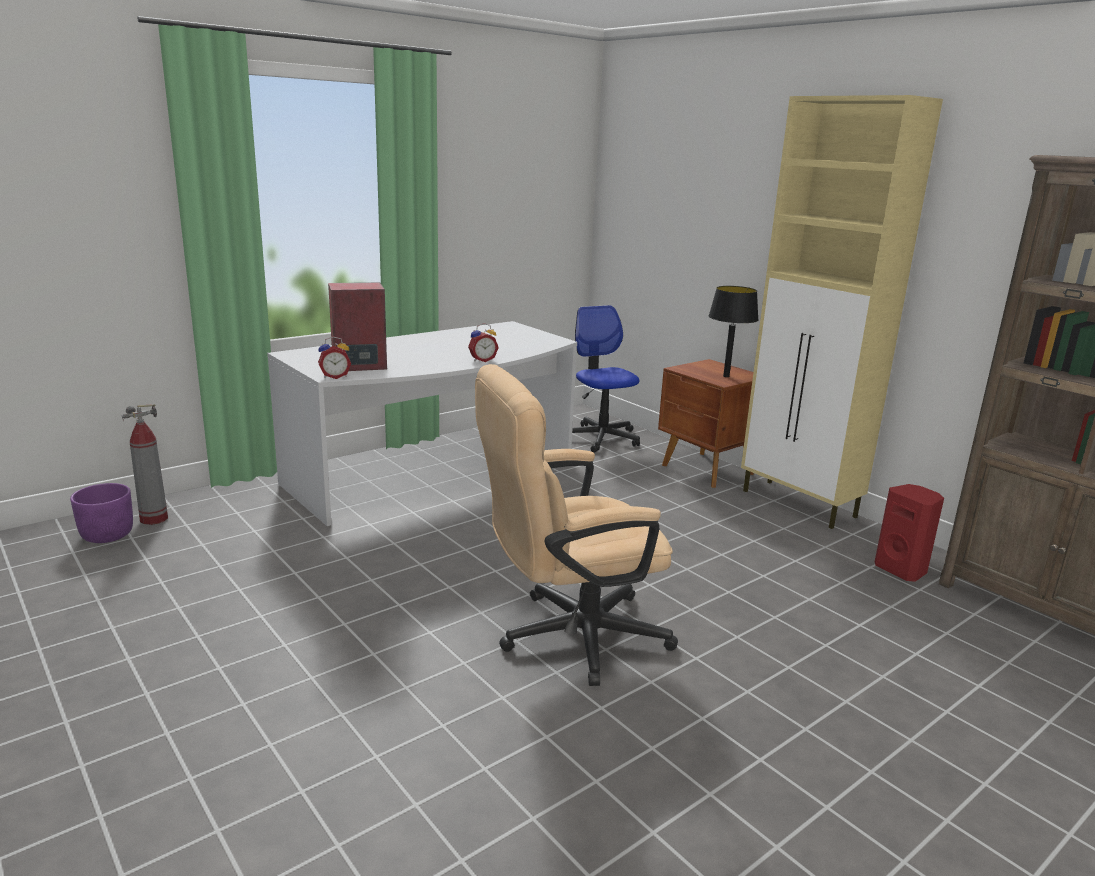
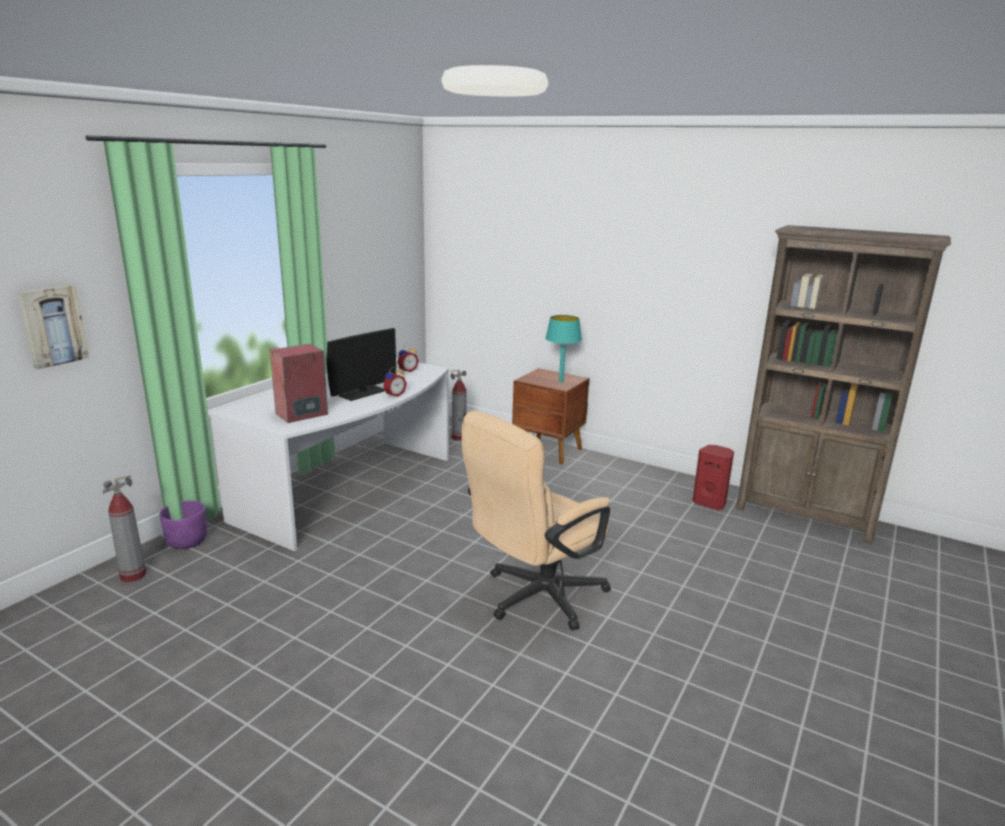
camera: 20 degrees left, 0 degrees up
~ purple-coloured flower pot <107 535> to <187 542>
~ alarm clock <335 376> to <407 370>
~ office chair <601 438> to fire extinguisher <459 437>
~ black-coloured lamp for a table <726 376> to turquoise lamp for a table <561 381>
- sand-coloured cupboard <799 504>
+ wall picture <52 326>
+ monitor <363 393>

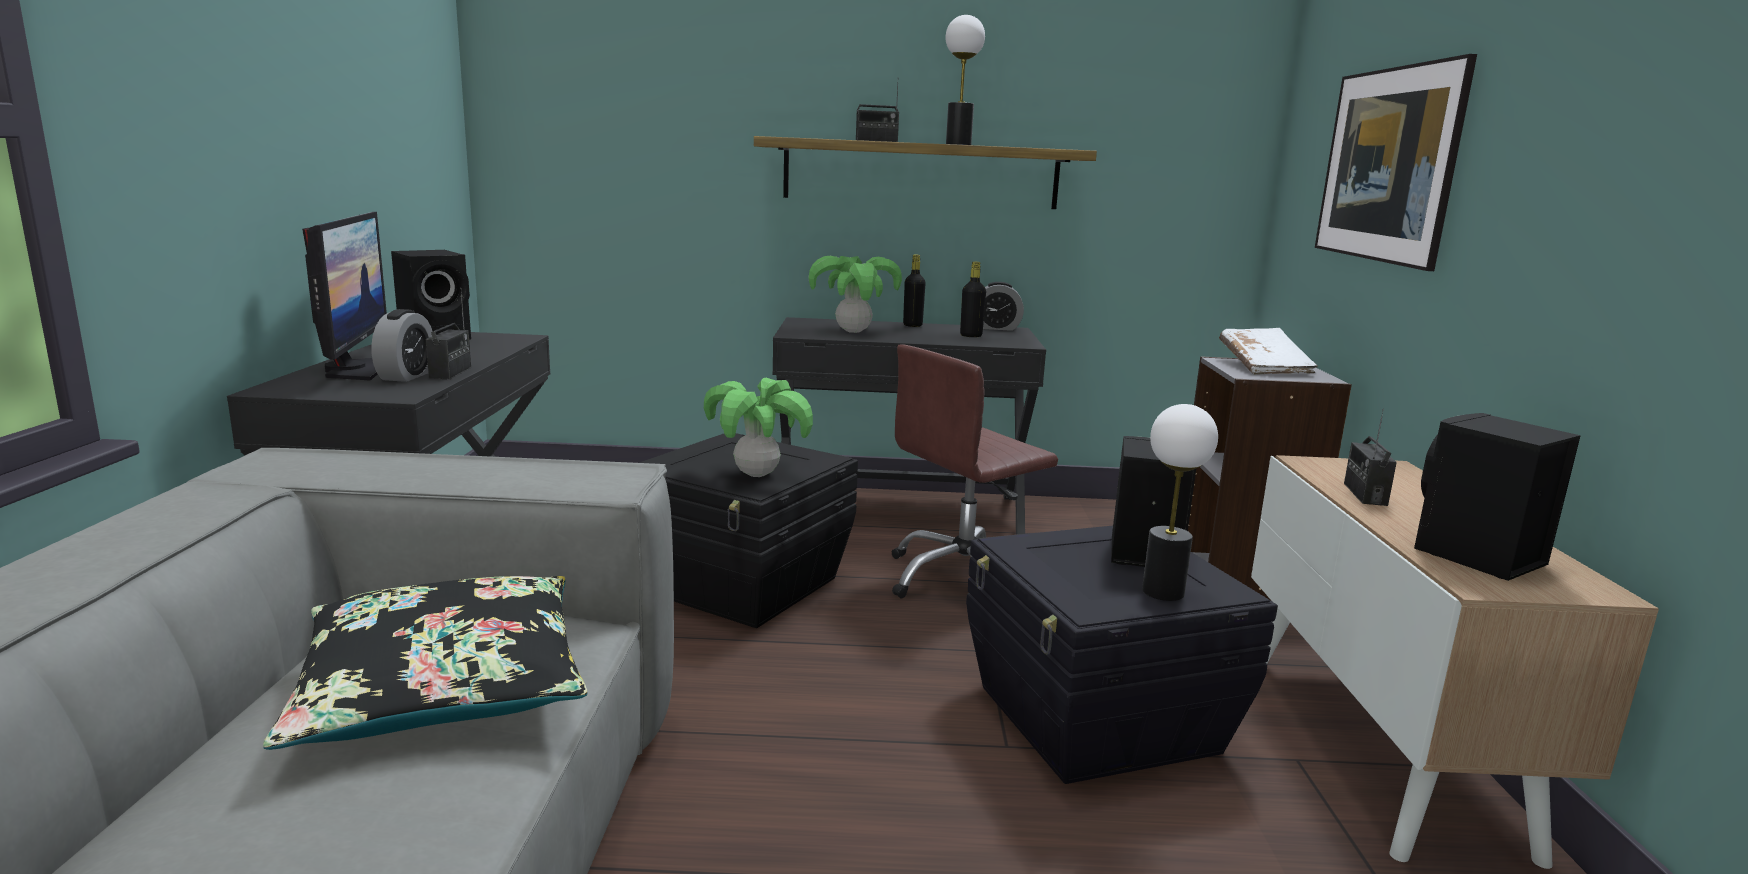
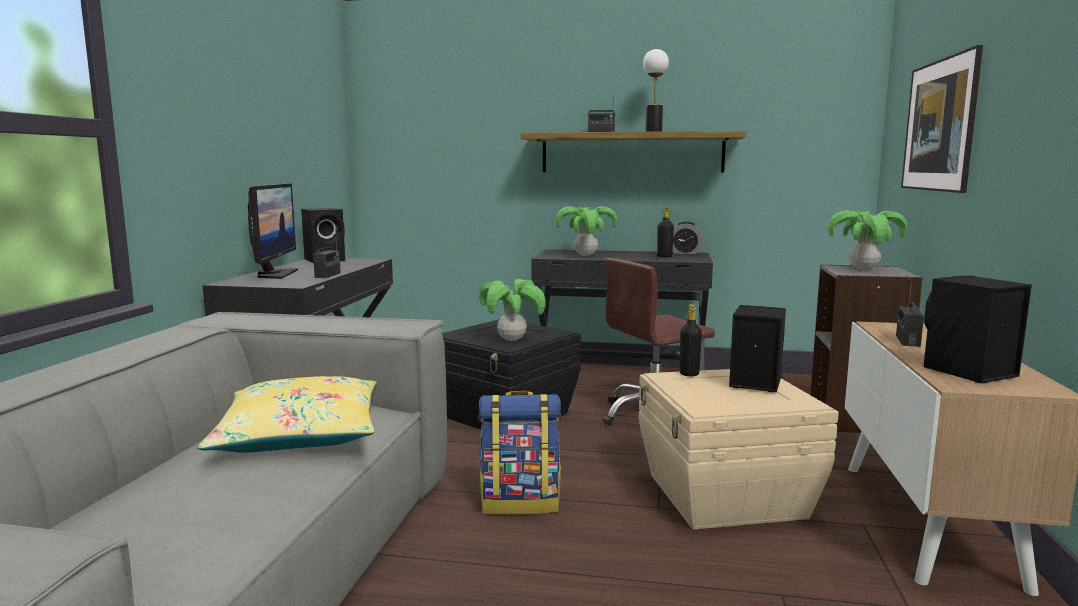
camera: 10 degrees right, 5 degrees down
~ black-coloured pillow <442 686> to yellow-coloured pillow <300 434>
- alarm clock <406 376>
~ black-coloured bottle <912 325> to <689 374>
~ black-coloured storage box <1096 720> to sand-coloured storage box <724 496>
- lamp for a table <1163 592>
~ whitish volume <1264 367> to potted plant <863 269>
+ rucksack <521 502>

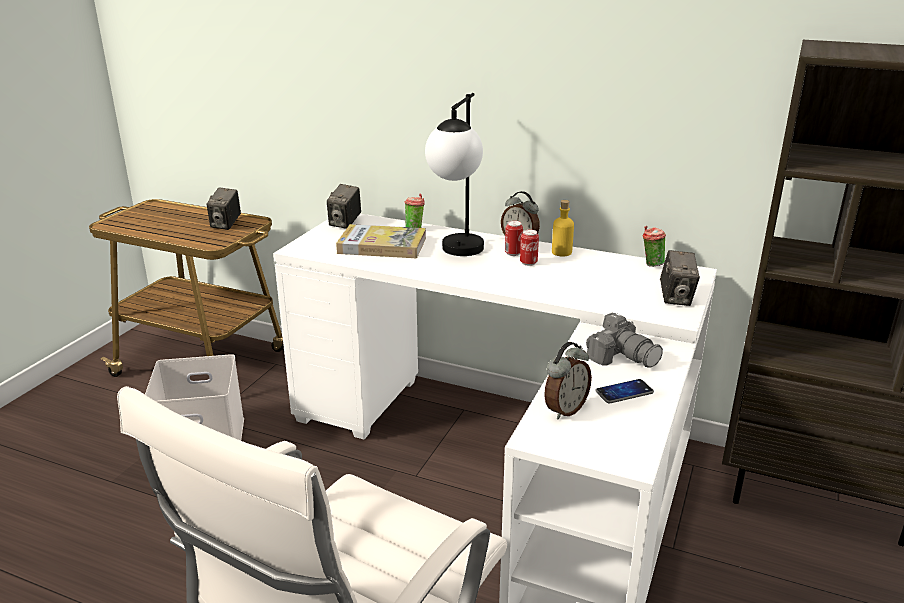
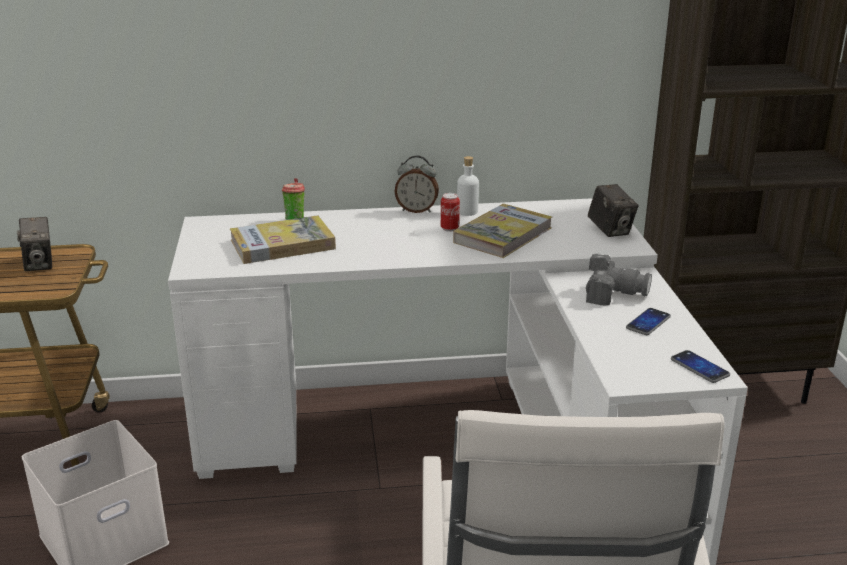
camera: 30 degrees left, 0 degrees up
- photo camera <345 223>
- lamp for a table <458 254>
- metal can <513 253>
- alarm clock <564 410>
~ yellow-coloured bottle <561 252> to whitish bottle <467 211>
- cup <651 264>
+ volume <503 235>
+ phone <699 367>

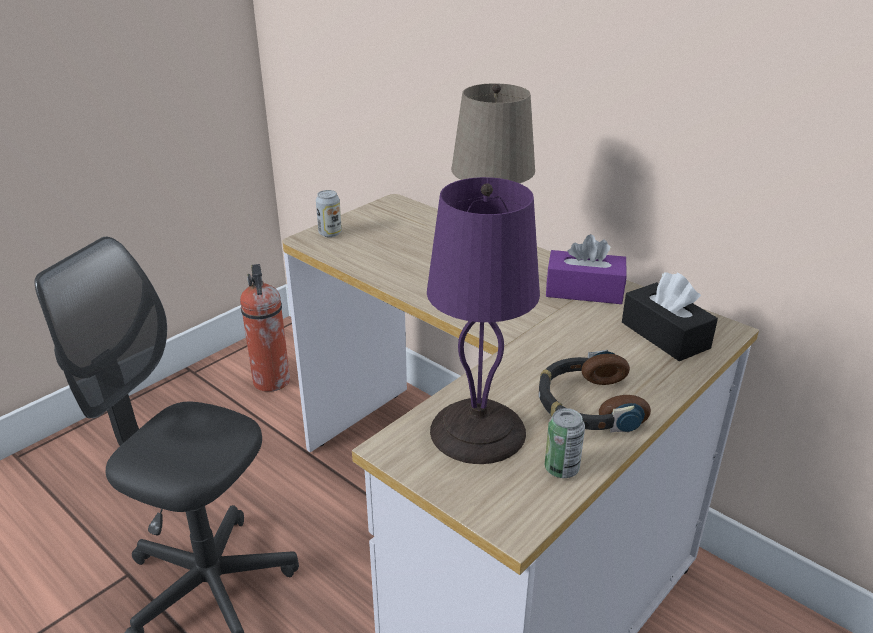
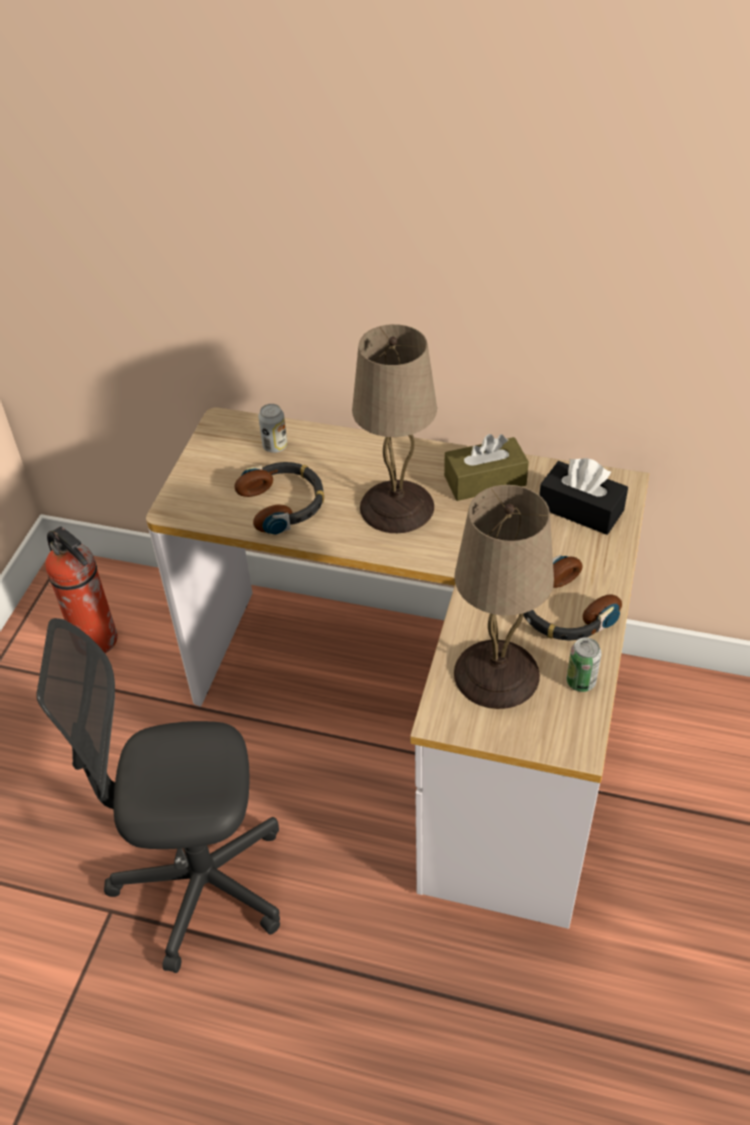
camera: 25 degrees left, 15 degrees up
~ metal can <330 233> to <275 446>
~ purple-coloured lamp for a table <480 431> to sand-coloured lamp for a table <498 673>
~ purple-coloured tissue holder <584 291> to brown tissue holder <485 480>
+ headset <284 503>

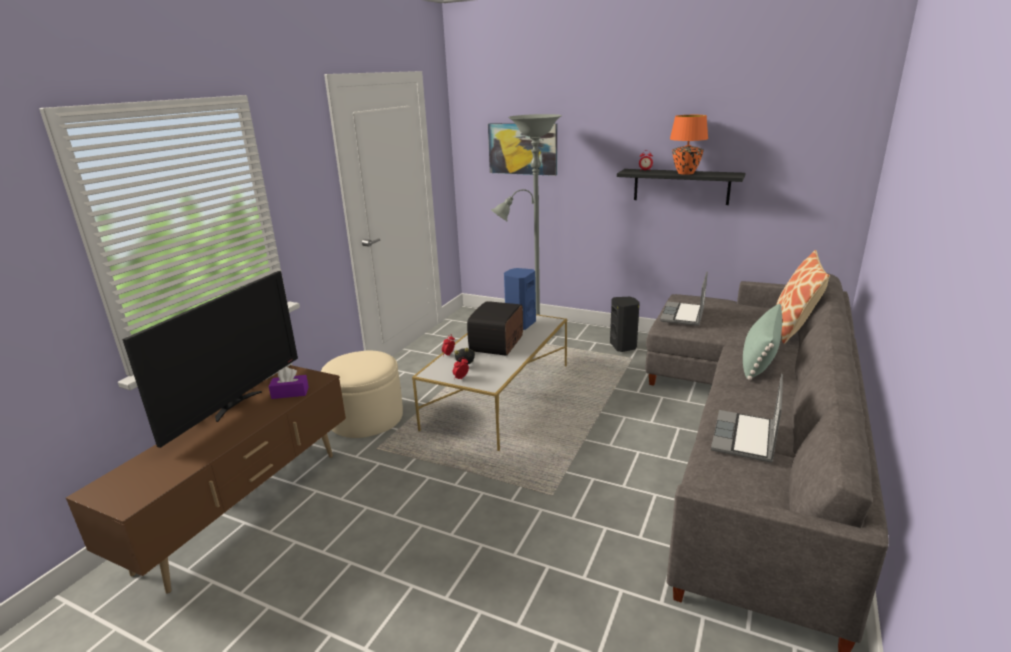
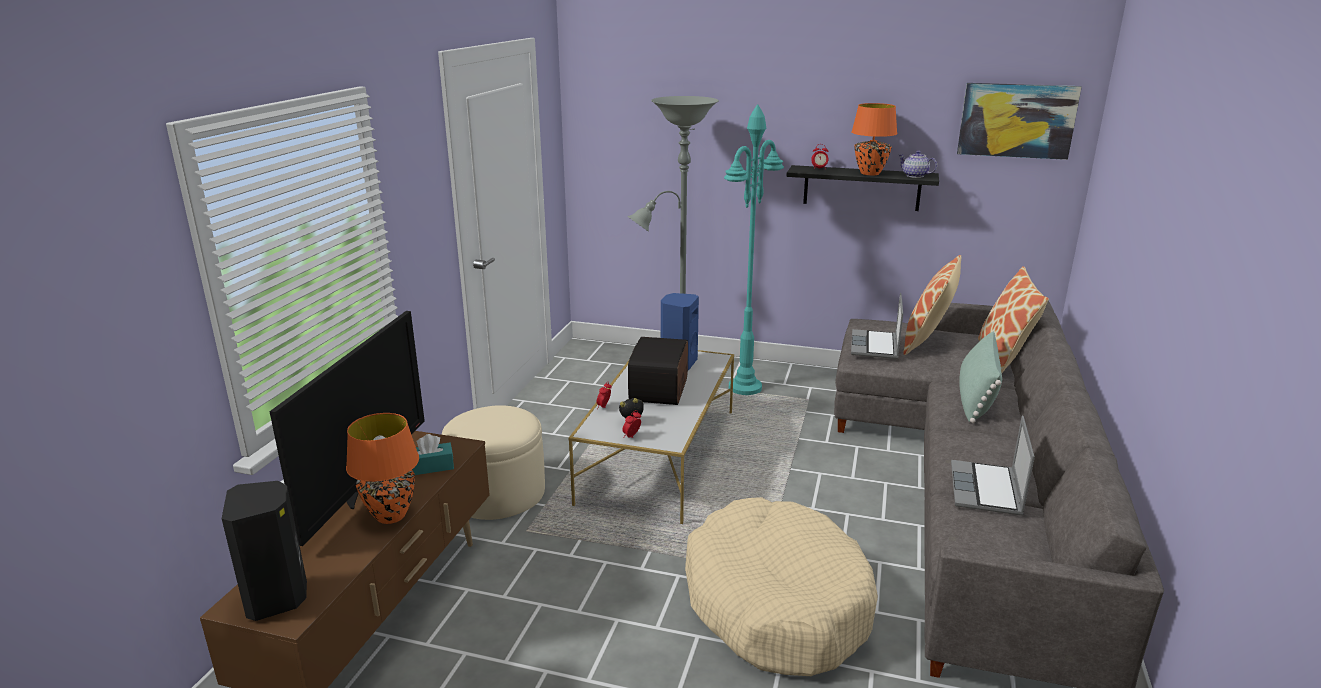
camera: 10 degrees left, 0 degrees up
~ purple-coloured tissue holder <290 393> to turquoise tissue holder <431 467>
~ wall picture <523 148> to <1016 120>
~ black-coloured loudspeaker <624 346> to <278 598>
+ orange lamp for a table <391 515>
+ sand-coloured dog bed <776 603>
+ turquoise standing lamp <745 388>
+ teapot <915 176>
+ pillow <927 341>

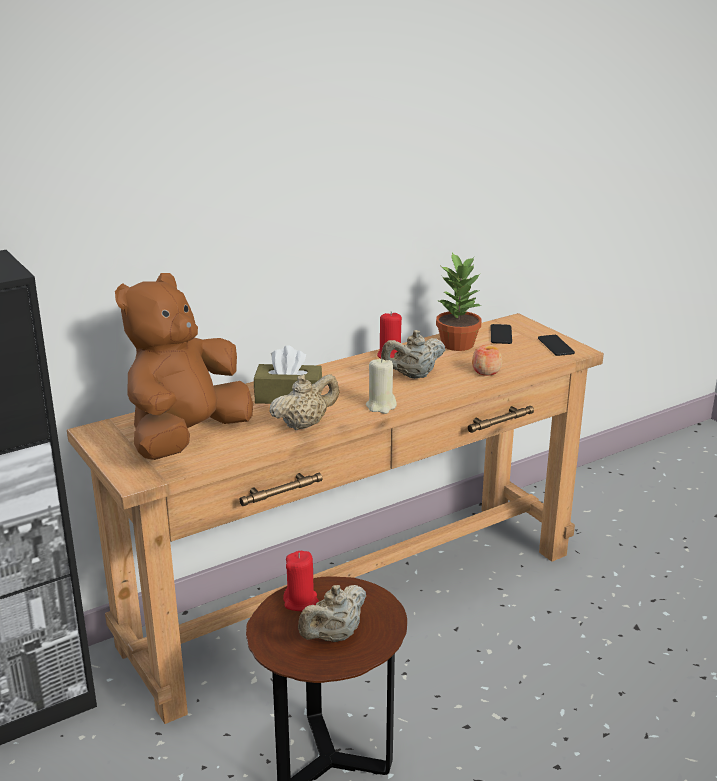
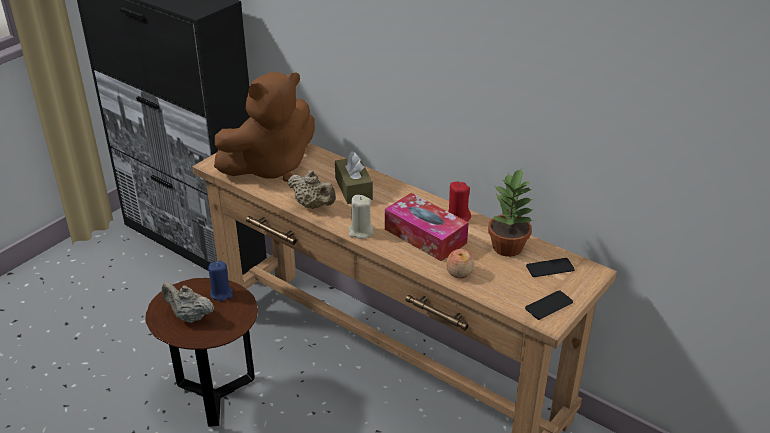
camera: 70 degrees right, 10 degrees up
~ brown plush toy <186 439> = <270 167> 135 degrees clockwise
~ red-coloured wax light <301 601> to blue-coloured wax light <221 293>
~ sand-coloured teapot <413 376> to tissue holder <425 236>

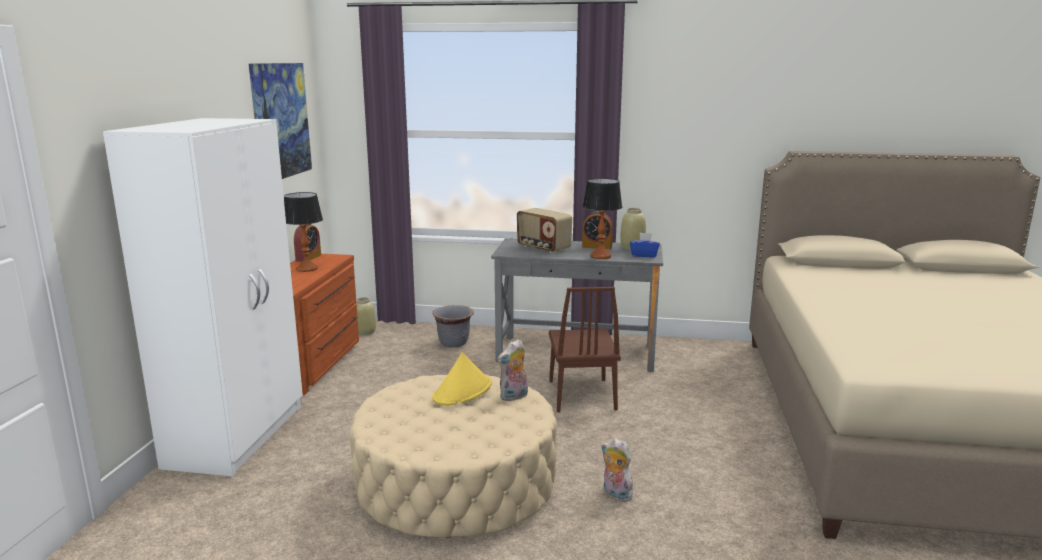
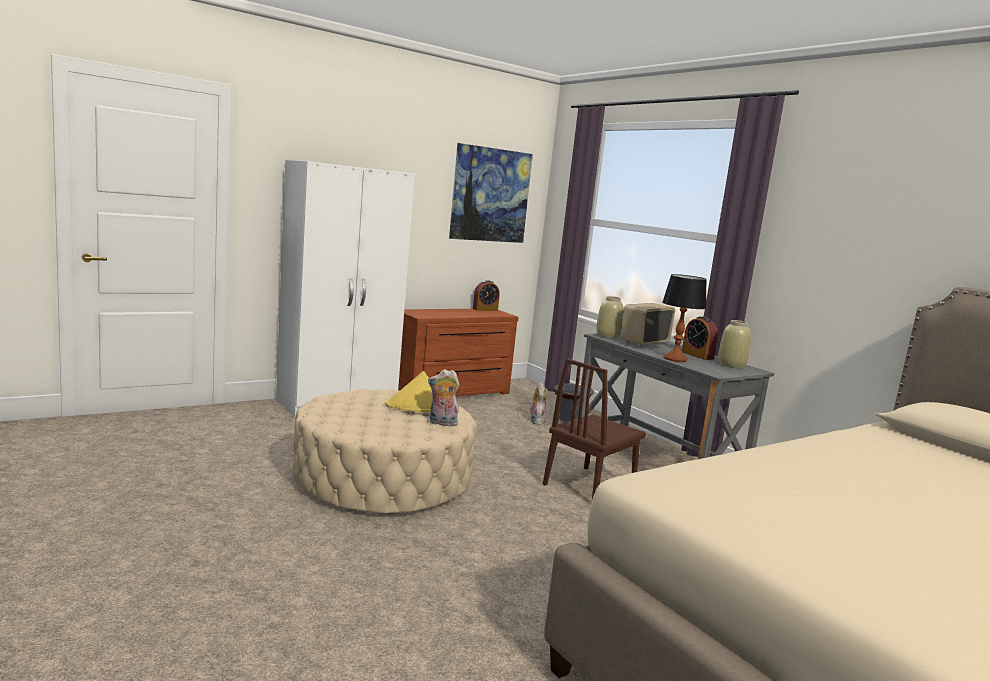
camera: 45 degrees right, 5 degrees down
- lamp for a table <307 269>
~ sand-coloured decorative vase <365 332> to <608 337>
~ radio set <543 248> = <644 342> 45 degrees clockwise
~ plush toy <615 495> to <536 421>
- blue-coloured tissue holder <644 255>

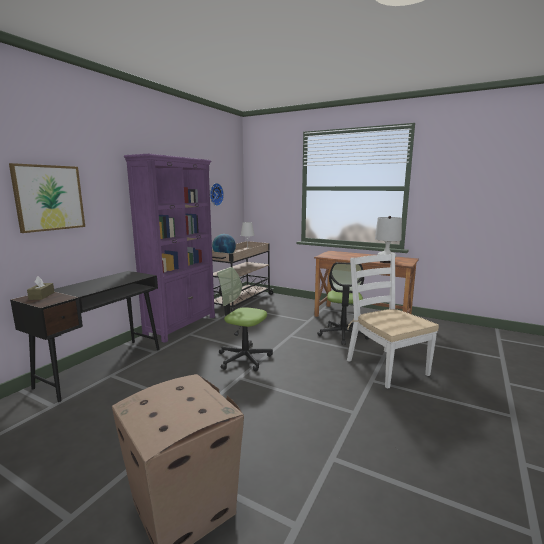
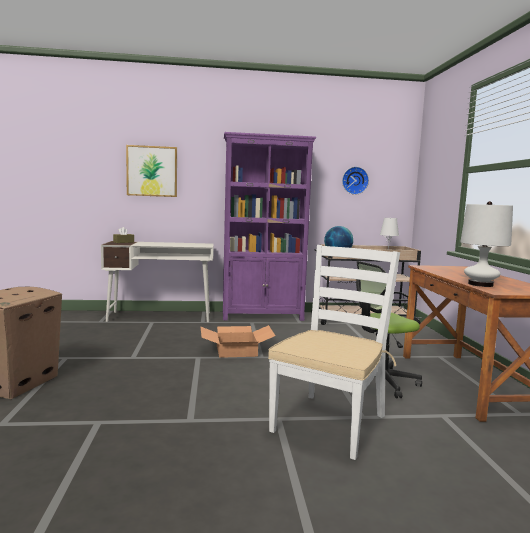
camera: 55 degrees right, 5 degrees down
~ black-coloured desk <102 366> to whitish desk <160 317>
~ office chair <244 358> to cardboard box <237 350>

